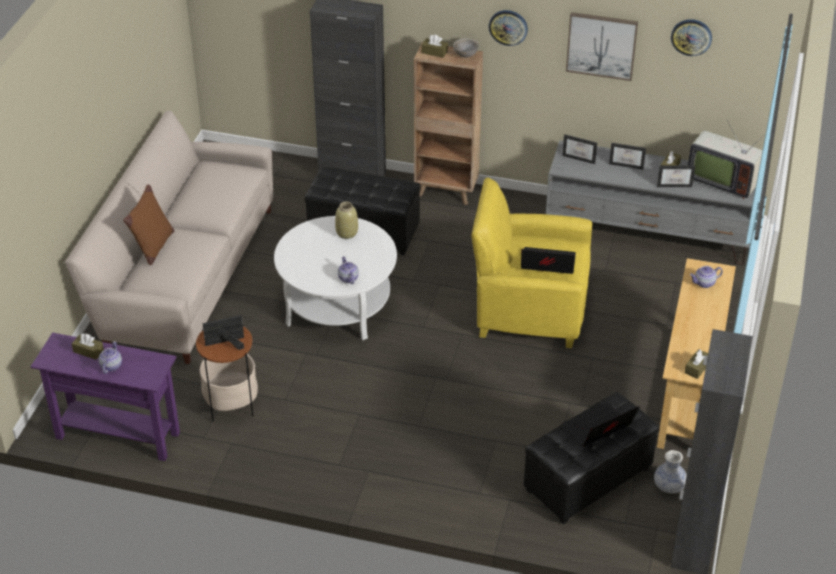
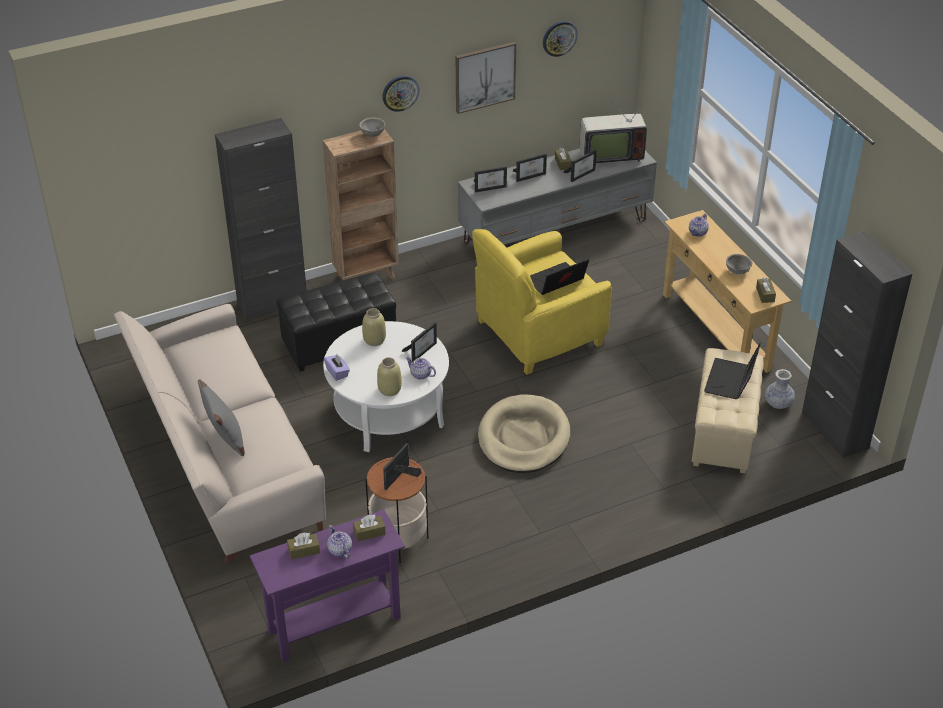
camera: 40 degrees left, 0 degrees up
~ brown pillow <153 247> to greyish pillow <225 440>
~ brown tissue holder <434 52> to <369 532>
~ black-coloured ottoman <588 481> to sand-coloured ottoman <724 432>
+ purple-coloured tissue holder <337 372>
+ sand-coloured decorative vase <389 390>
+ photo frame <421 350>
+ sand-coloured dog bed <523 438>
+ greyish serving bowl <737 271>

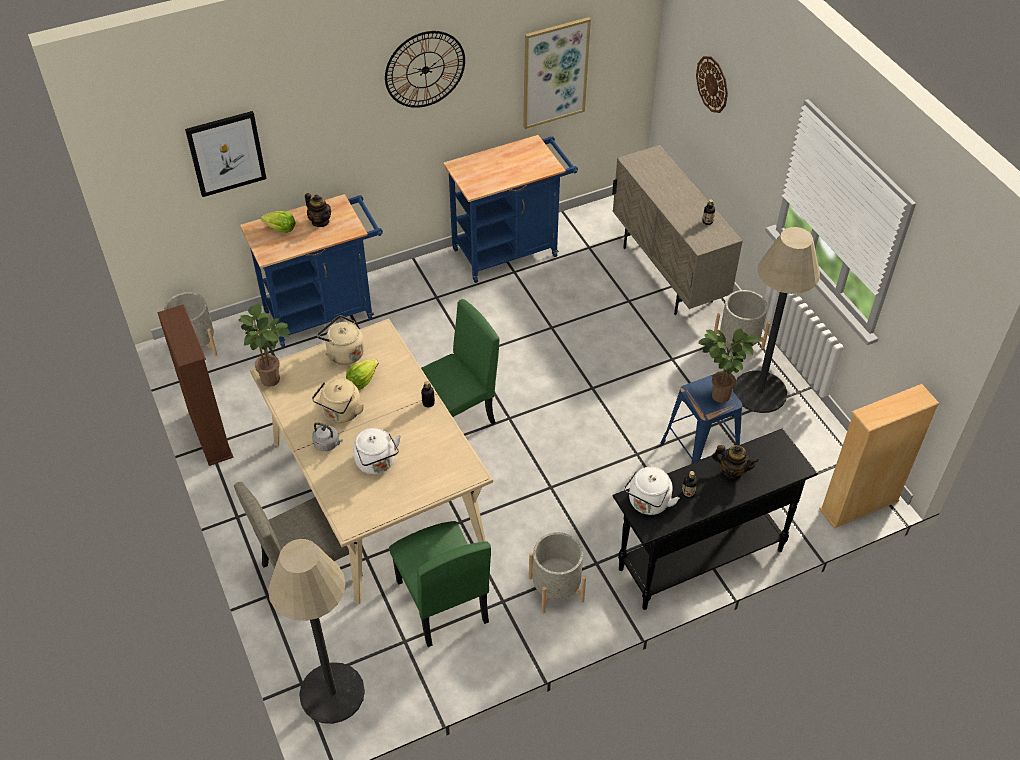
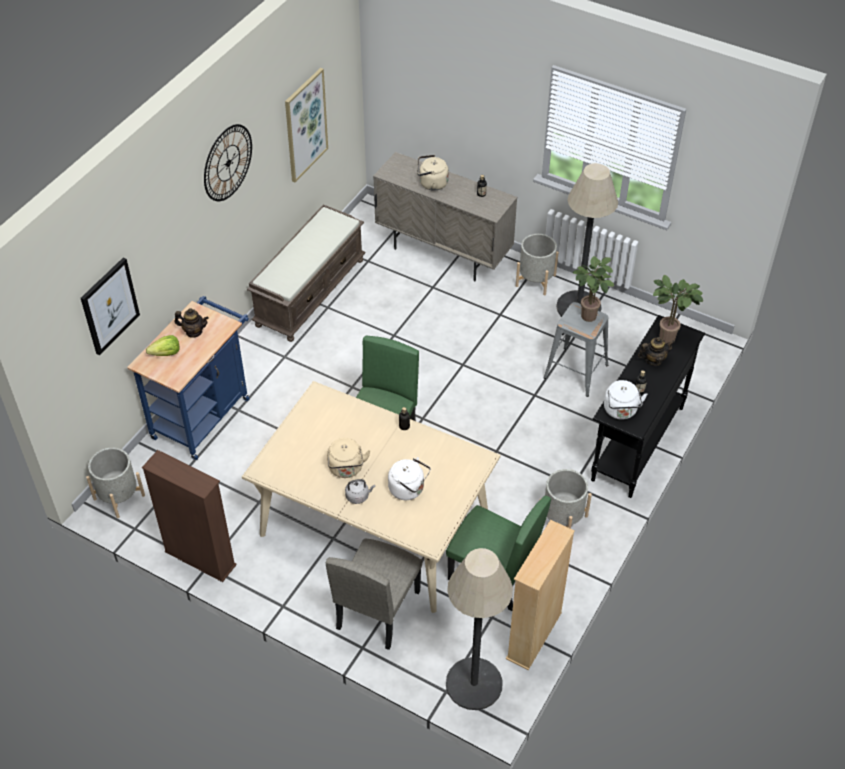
camera: 35 degrees left, 0 degrees up
~ potted plant <273 381> to <670 338>
~ sand-coloured water kettle <343 353> to <431 184>
- lettuce head <362 380>
~ blue-coloured cart <511 250> to brown bench <310 291>
~ blue-coloured sitting stool <700 453> to greyish sitting stool <576 371>
- wall clock <712 84>
~ sand-coloured shelving unit <859 505> to <534 636>

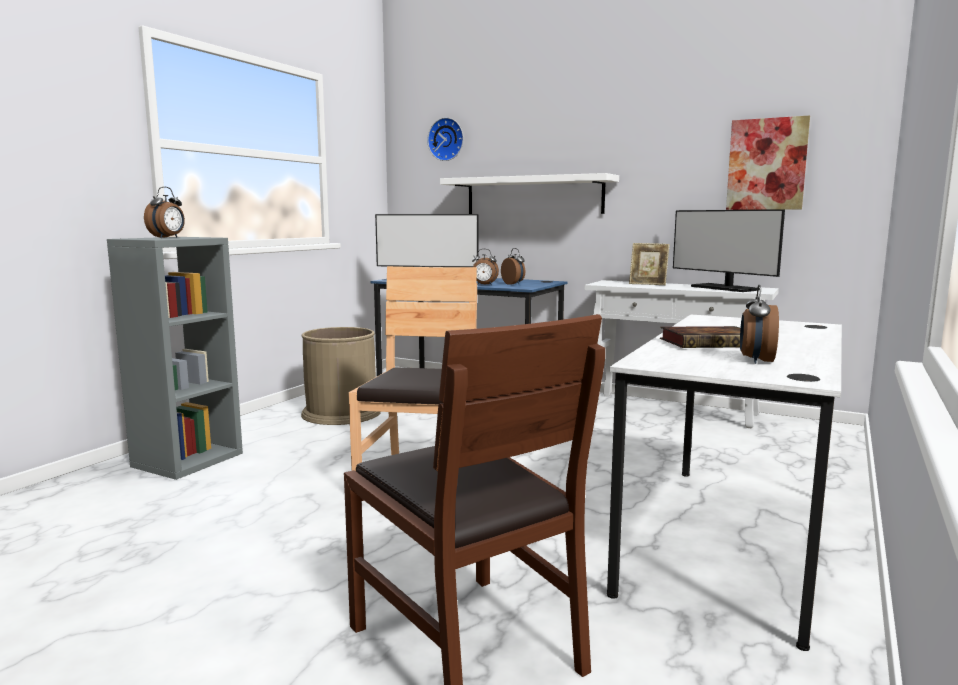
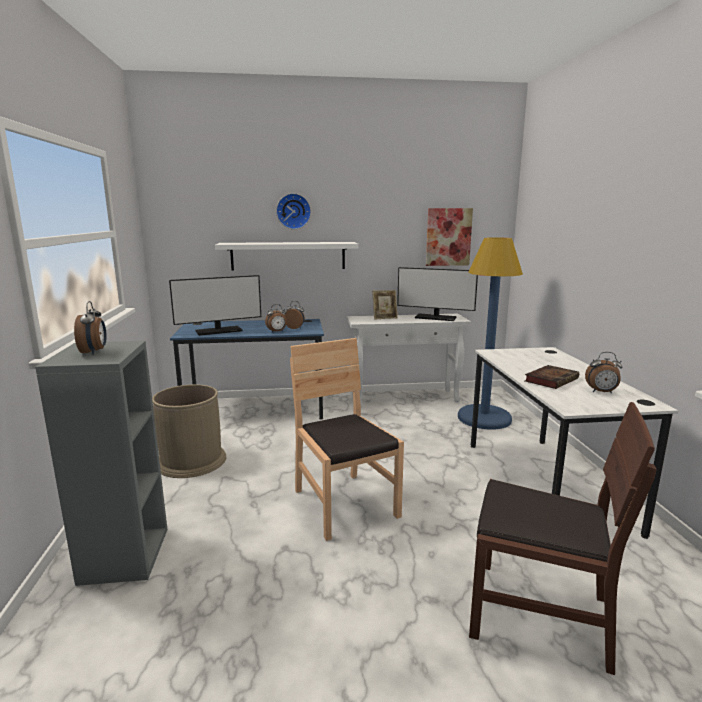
camera: 35 degrees left, 5 degrees up
~ wall clock <447 139> to <293 211>
~ alarm clock <755 360> = <601 392> 60 degrees counterclockwise
+ blue-coloured standing lamp <484 418>

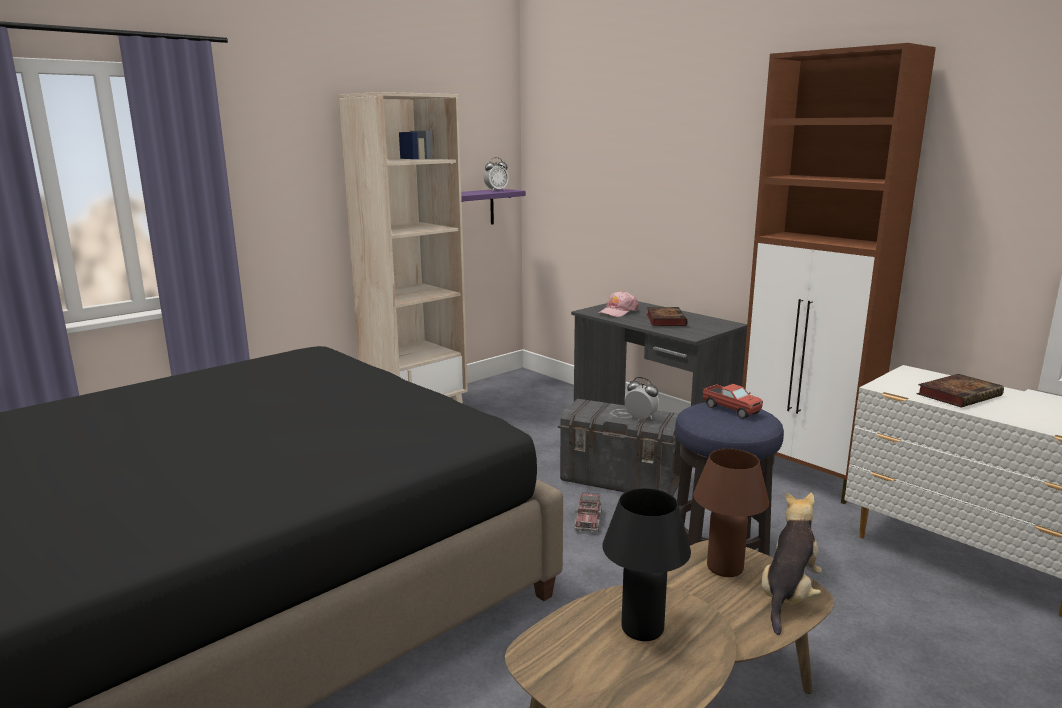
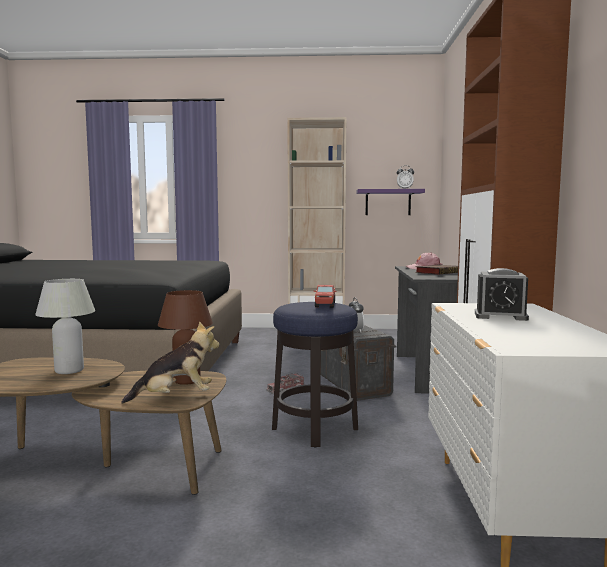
camera: 45 degrees right, 10 degrees down
~ black-coloured lamp for a table <642 629> to whitish lamp for a table <69 370>
~ volume <959 395> to alarm clock <500 316>

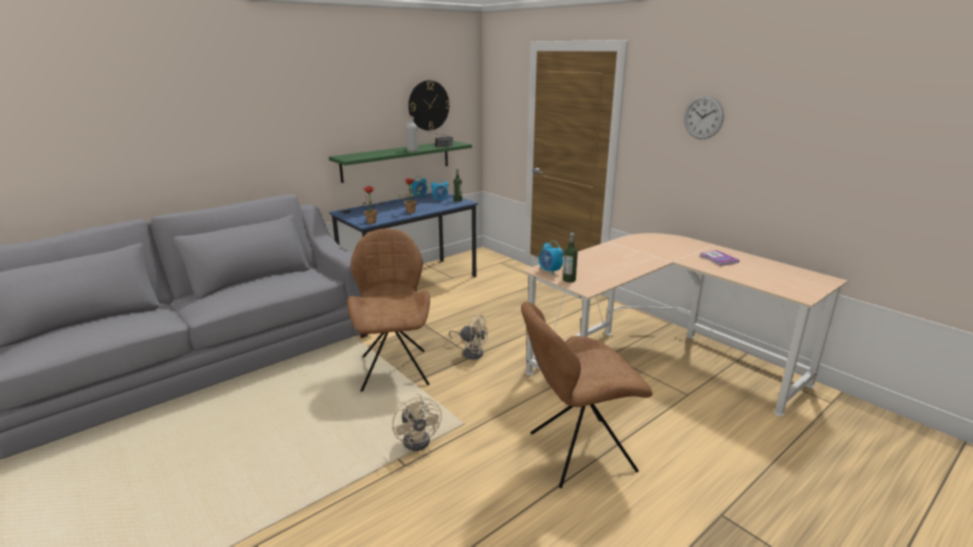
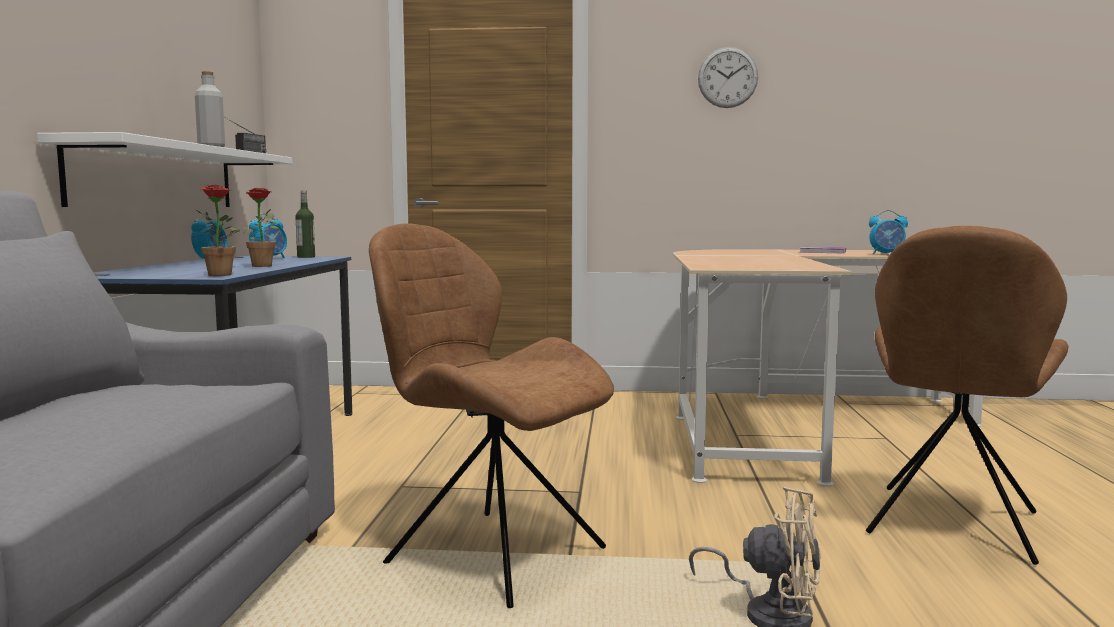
camera: 45 degrees left, 15 degrees down
~ greenish bracket shelf <396 161> to whitish bracket shelf <157 177>
- wall clock <428 105>
- sand-coloured electric fan <471 352>
~ alarm clock <550 271> to <887 254>
- bottle <569 280>

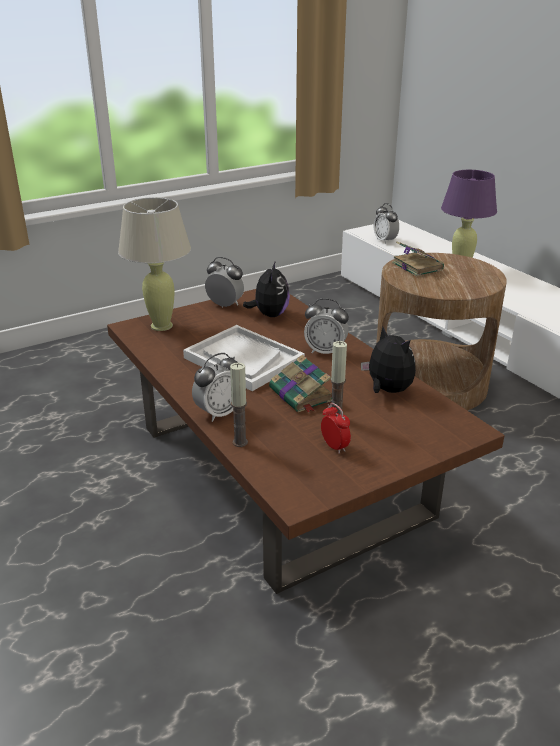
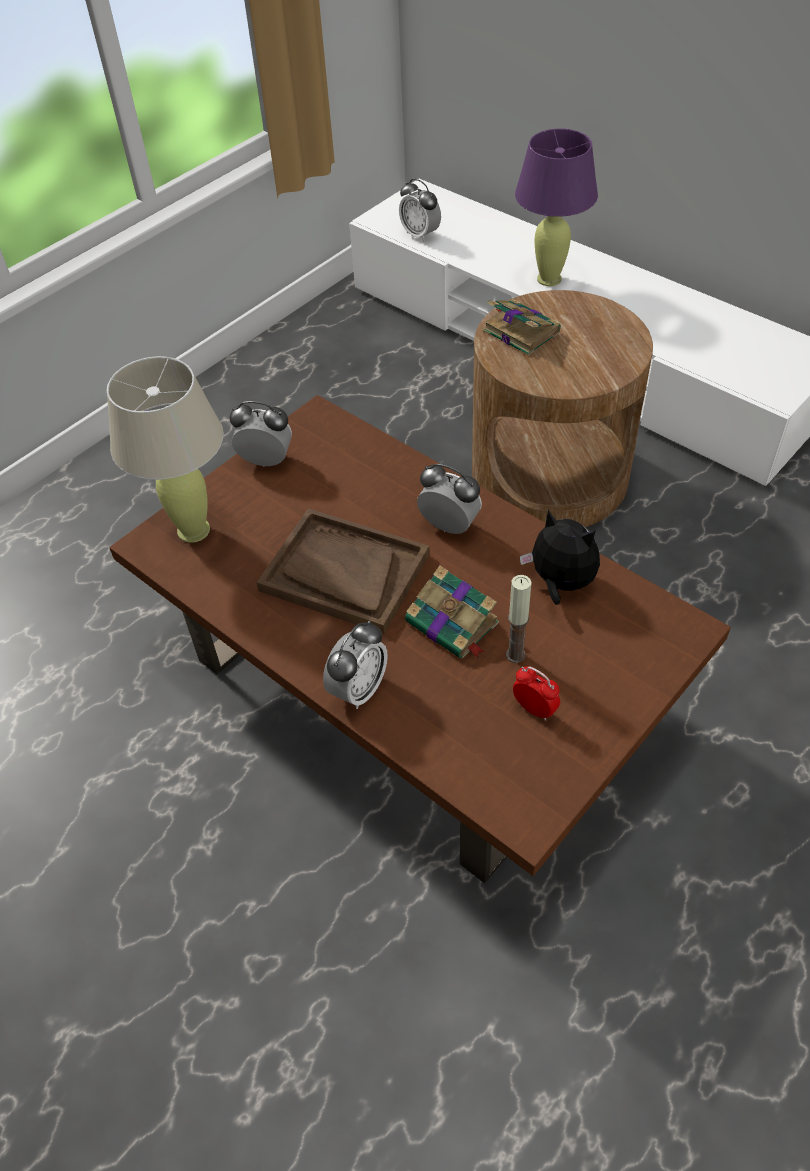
camera: 15 degrees left, 20 degrees up
~ whitish tray <243 360> to brown tray <344 573>
- wax light <240 442>
- plush toy <269 315>
~ alarm clock <325 351> = <449 526> 150 degrees counterclockwise

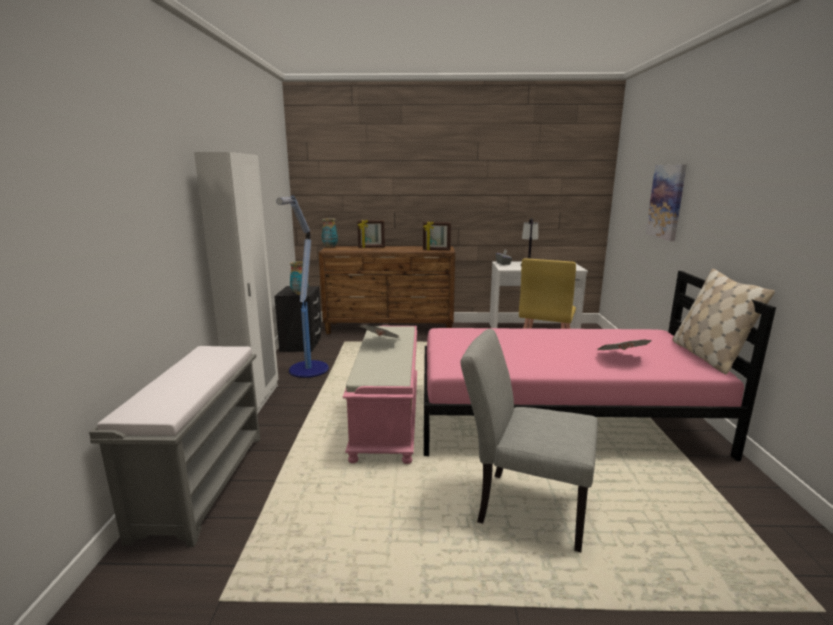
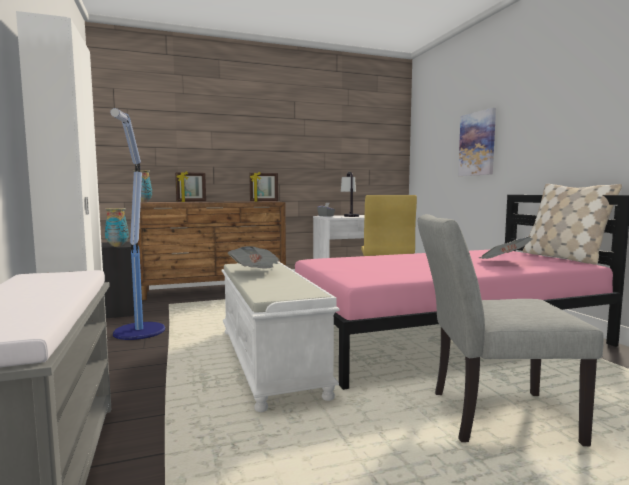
camera: 20 degrees left, 10 degrees down
~ pinkish bench <388 416> to whitish bench <271 360>

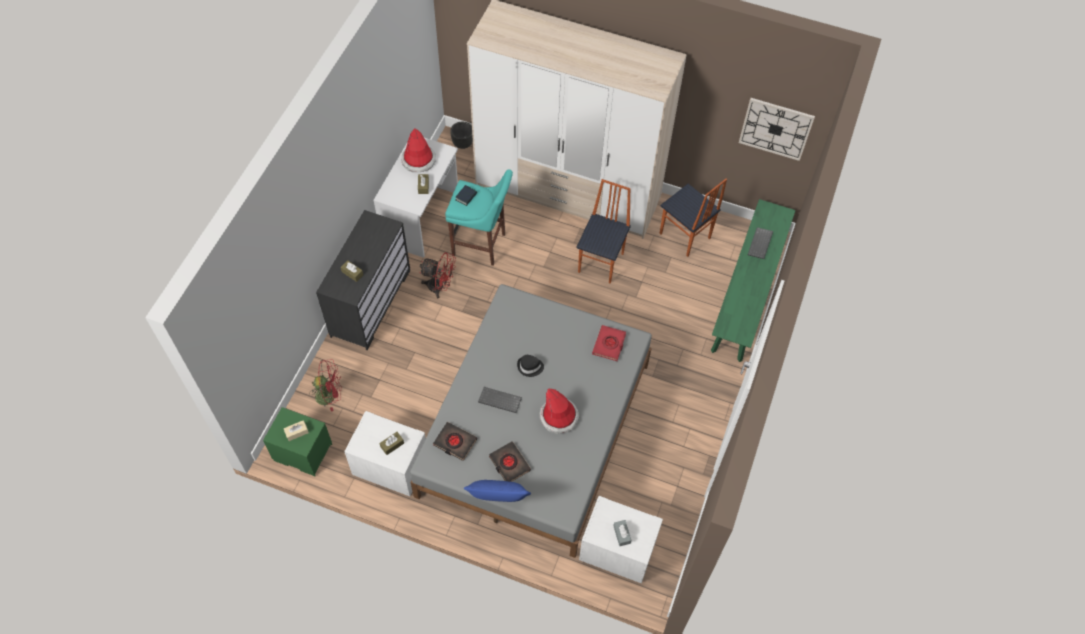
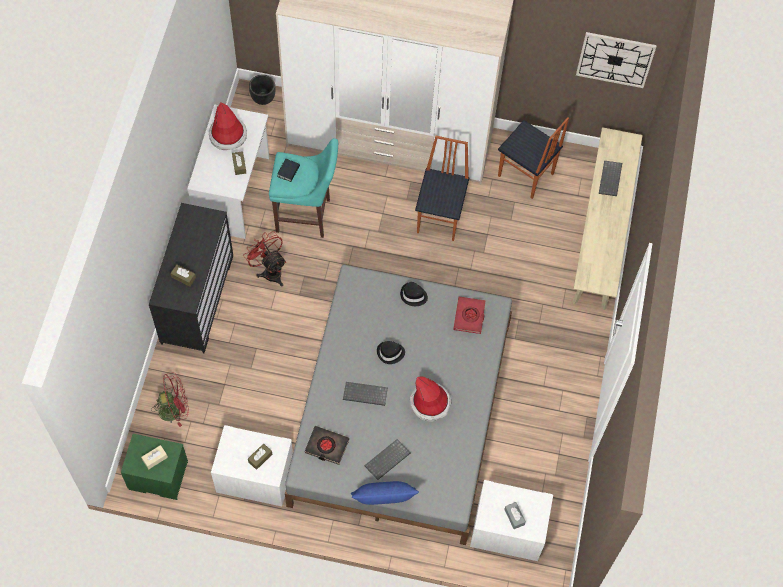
camera: 10 degrees left, 5 degrees up
~ red-coloured electric fan <440 287> = <269 270> 135 degrees counterclockwise
~ black-coloured volume <509 464> to PC keyboard <387 461>
~ greenish bench <747 294> to sand-coloured bench <601 232>
+ black-coloured wearable hat <413 295>

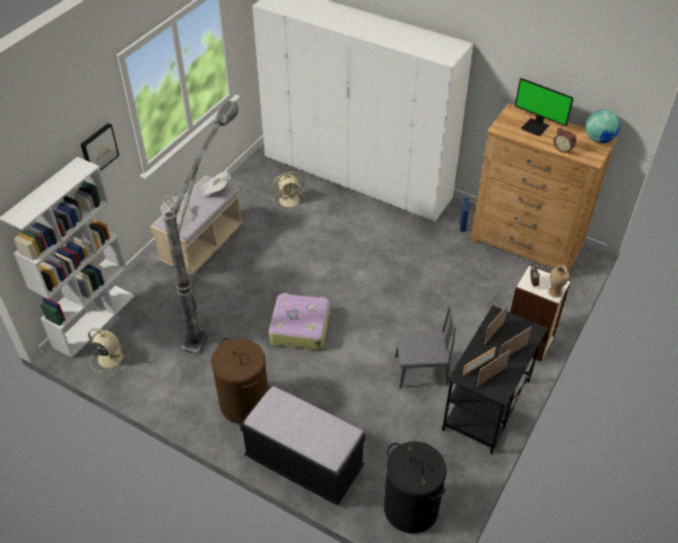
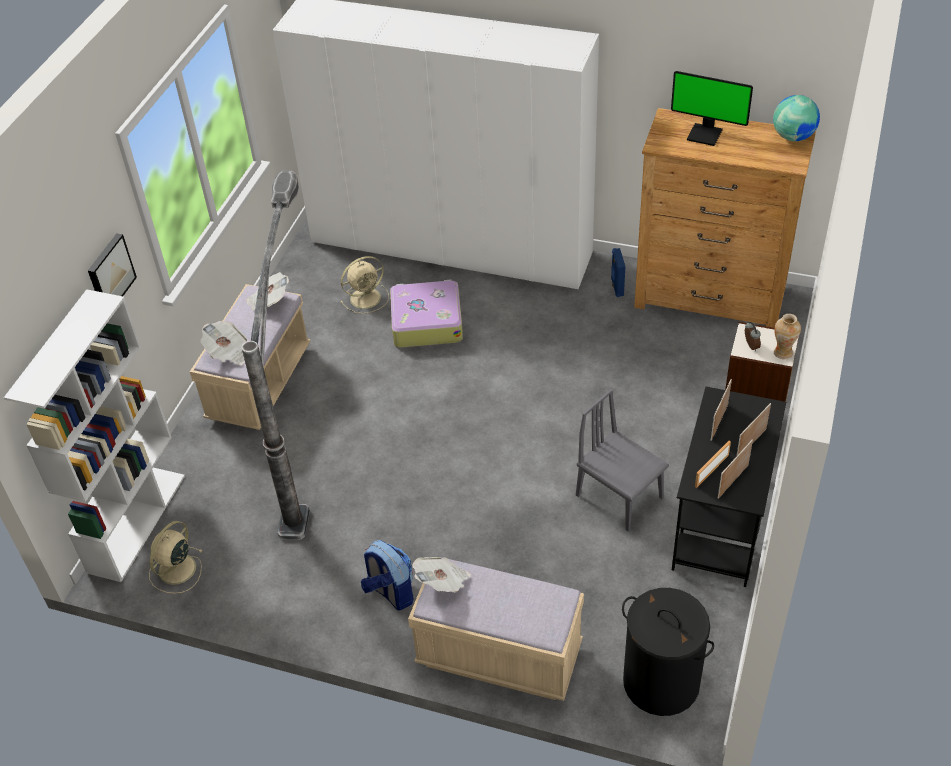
camera: 10 degrees left, 0 degrees up
~ sand-coloured electric fan <109 357> = <176 570> 75 degrees counterclockwise
~ brown laundry basket <244 403> to rucksack <390 592>
~ black-coloured bench <304 463> to sand-coloured bench <499 656>
~ piece of luggage <300 327> to <426 322>
~ greyish chair <421 370> = <619 496> 120 degrees counterclockwise
- alarm clock <563 149>
+ newspaper <443 582>

